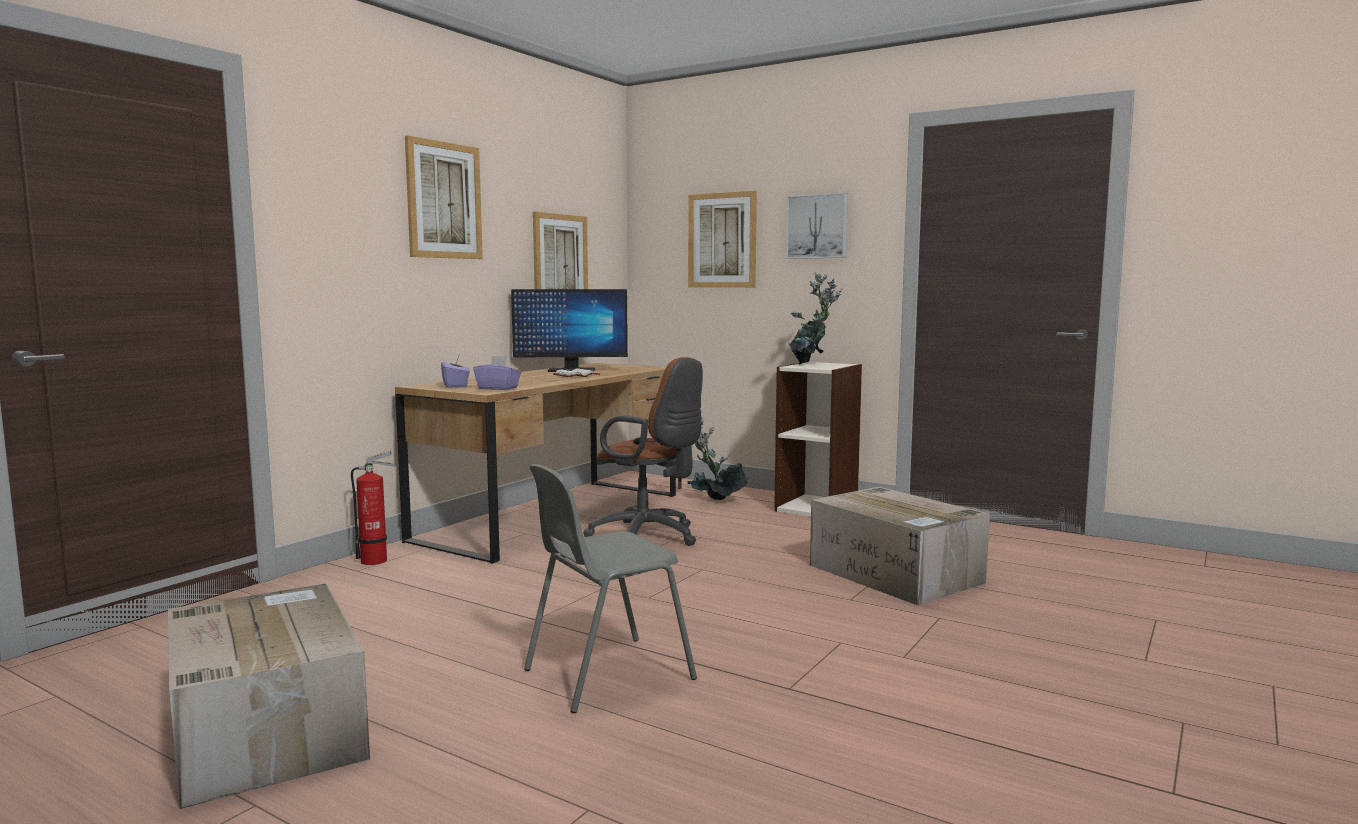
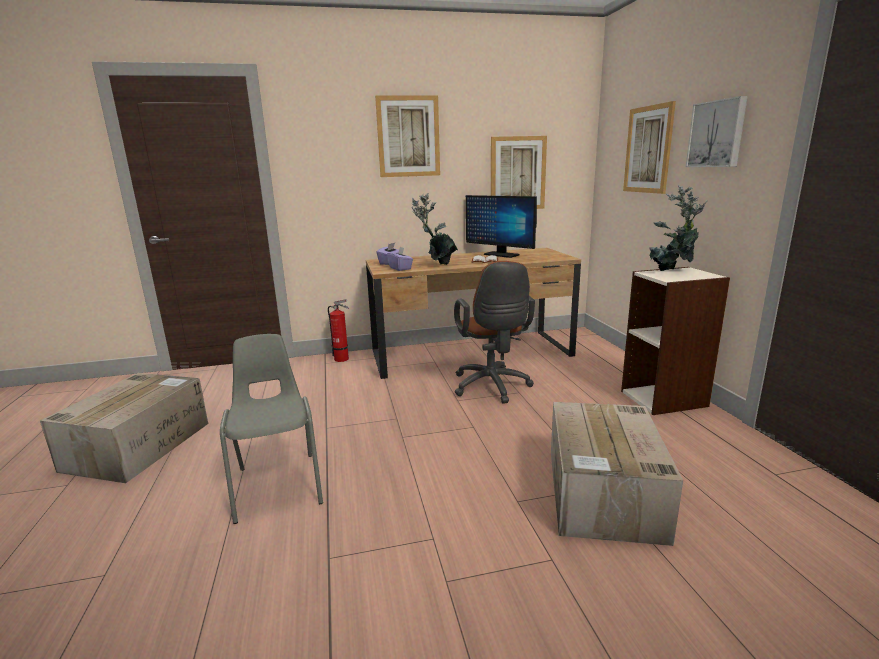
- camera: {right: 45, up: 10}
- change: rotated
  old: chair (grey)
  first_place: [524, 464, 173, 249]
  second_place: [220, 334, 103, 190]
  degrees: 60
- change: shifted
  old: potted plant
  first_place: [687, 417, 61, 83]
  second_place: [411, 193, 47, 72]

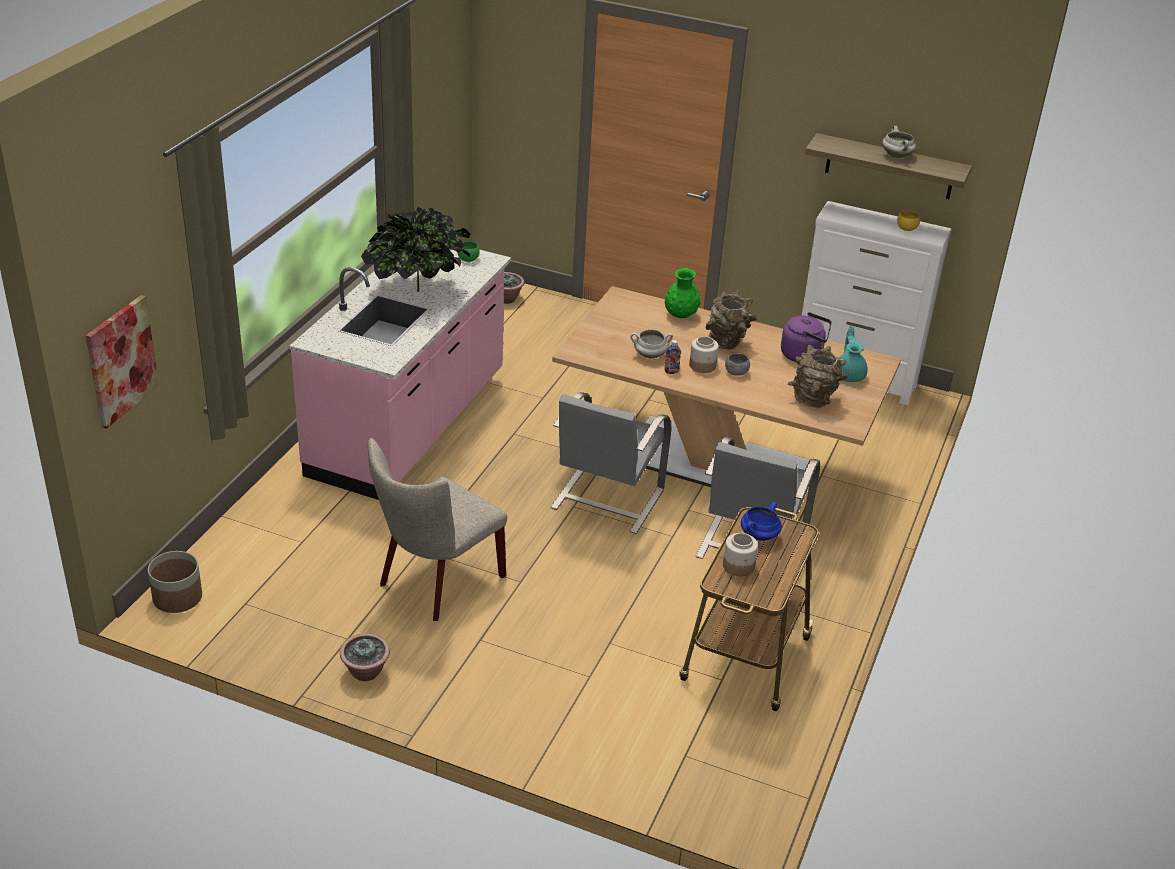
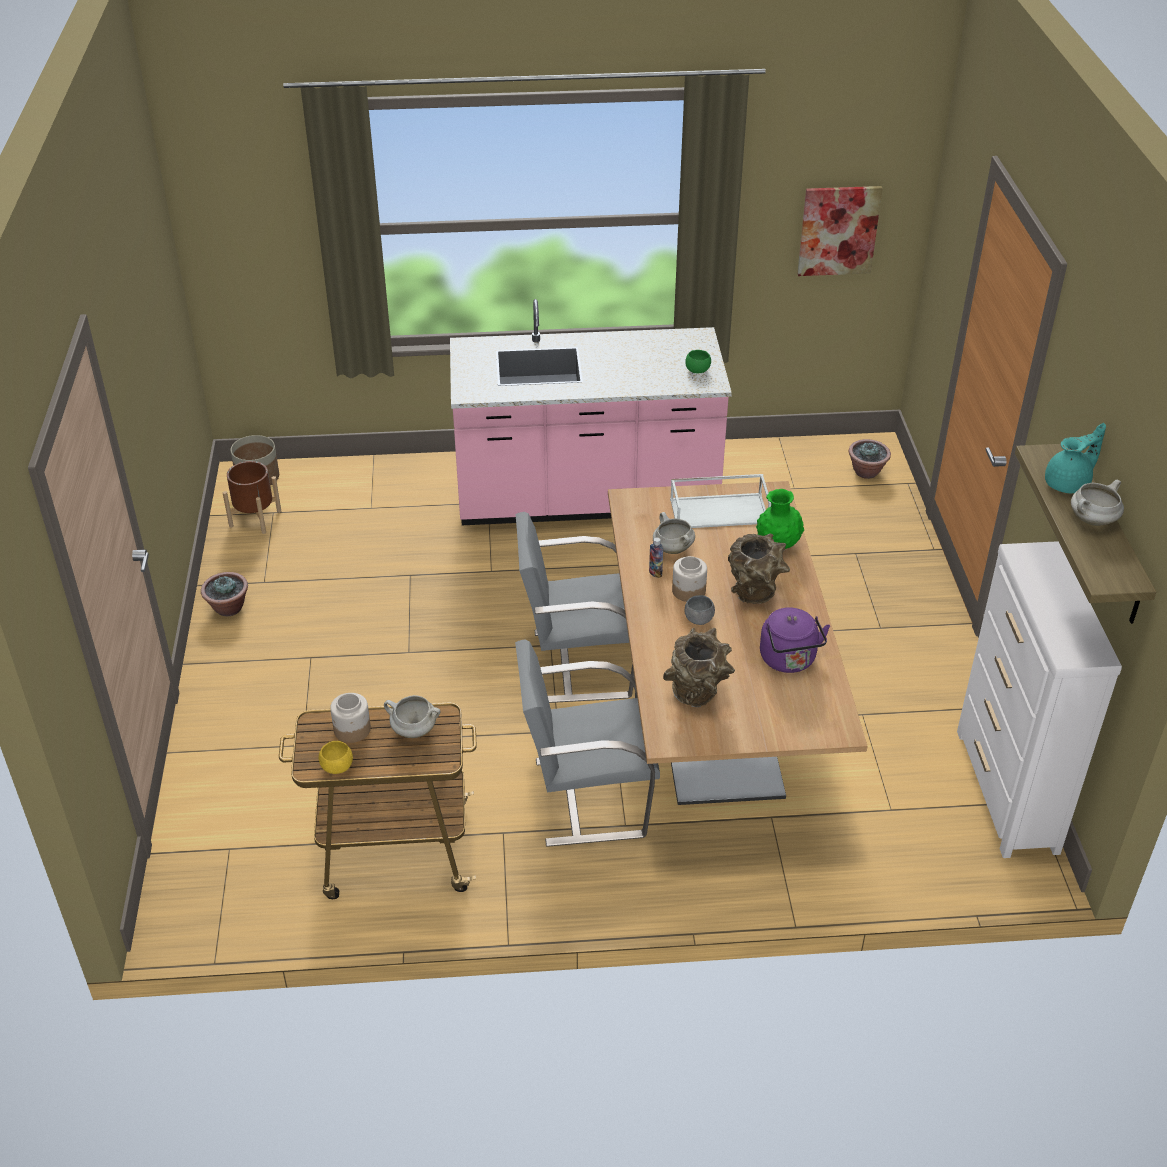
- camera: {right: 65, up: 5}
- change: new
  new: planter (brown)
  second_place: [223, 461, 58, 73]
- change: shifted
  old: bowl (yellow)
  first_place: [897, 210, 23, 21]
  second_place: [319, 741, 34, 33]
- change: repainted
  old: cooking pot (blue)
  new: cooking pot (white)
  first_place: [741, 502, 41, 39]
  second_place: [384, 695, 56, 43]
- change: new
  new: tray (white)
  second_place: [670, 474, 101, 54]
- change: shifted
  old: picture
  first_place: [86, 295, 73, 134]
  second_place: [797, 186, 86, 90]
- change: shifted
  old: teapot (turquoise)
  first_place: [839, 326, 28, 56]
  second_place: [1045, 423, 61, 70]
- change: gone
  old: potted plant
  first_place: [361, 207, 109, 85]
- change: gone
  old: chair (beige)
  first_place: [368, 438, 139, 183]

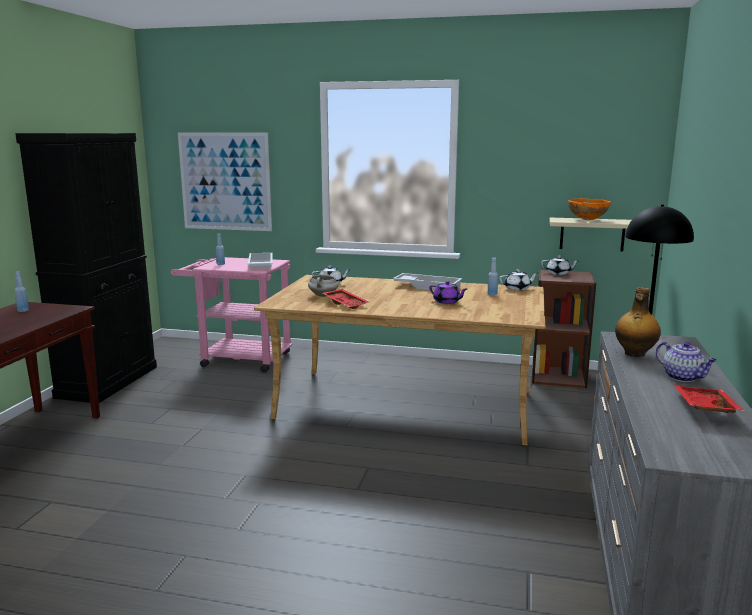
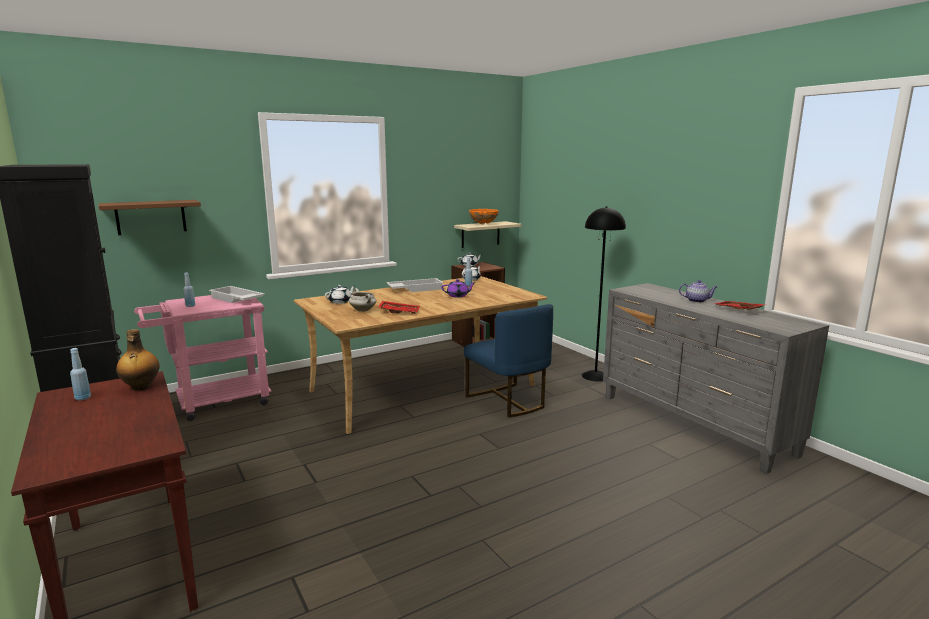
- camera: {right: -45, up: 0}
- change: swapped
  old: picture
  new: shelf (brown)
  first_place: [178, 132, 94, 99]
  second_place: [99, 200, 102, 35]
- change: shifted
  old: bottle
  first_place: [615, 287, 46, 70]
  second_place: [116, 329, 43, 62]
- change: new
  new: chair (blue)
  second_place: [464, 304, 89, 113]

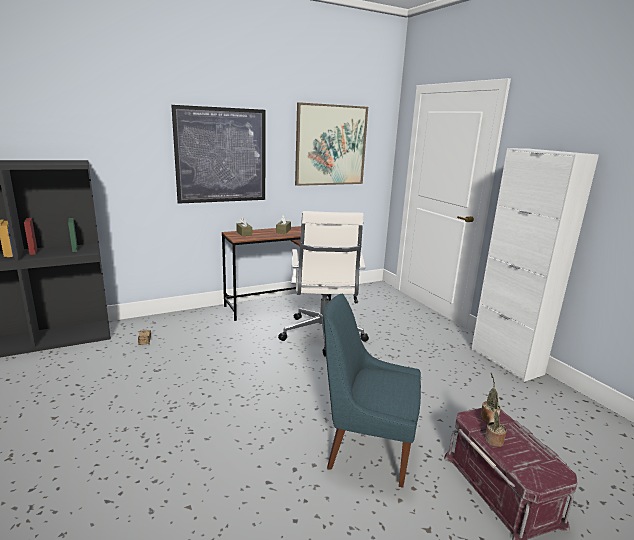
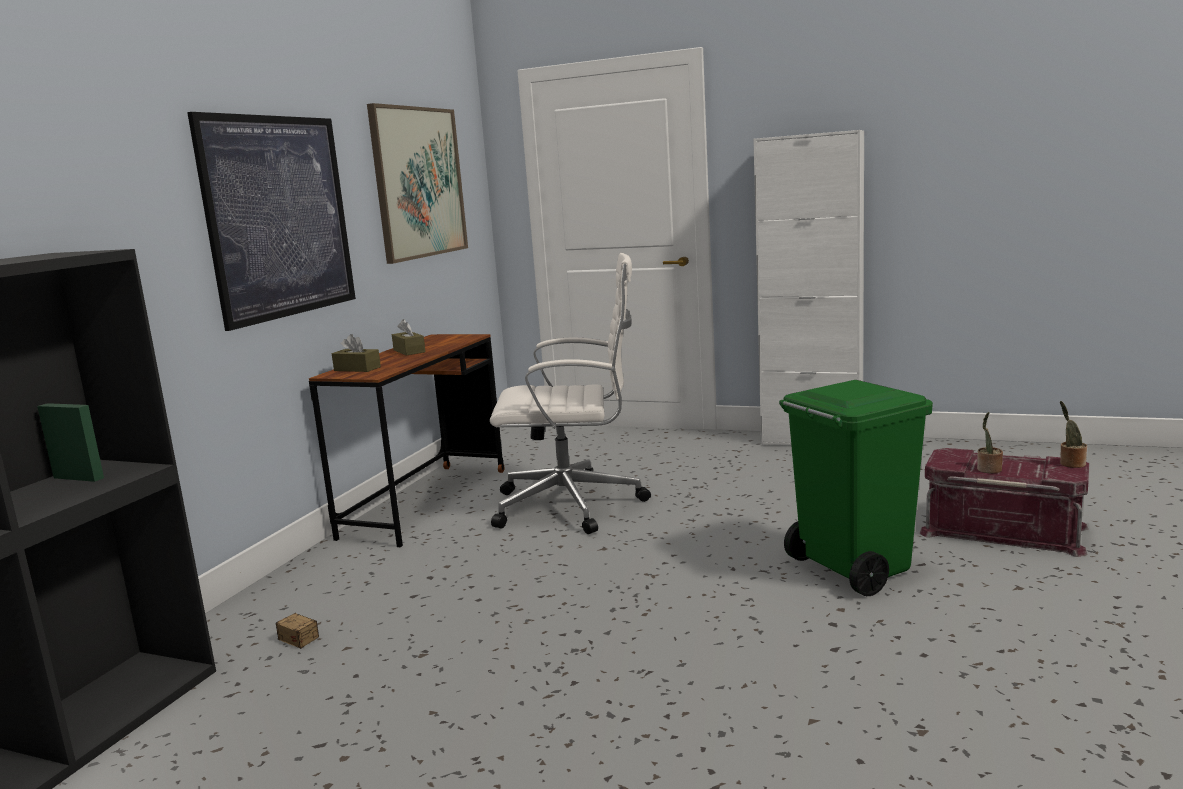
- camera: {right: -40, up: -5}
- change: rotated
  old: office chair (white)
  first_place: [278, 211, 91, 145]
  second_place: [490, 253, 161, 281]
  degrees: -45
- change: swapped
  old: chair (blue)
  new: trash can (green)
  first_place: [323, 294, 98, 194]
  second_place: [779, 380, 154, 216]
- change: shifted
  old: potted plant
  first_place: [480, 373, 21, 50]
  second_place: [1060, 401, 27, 67]

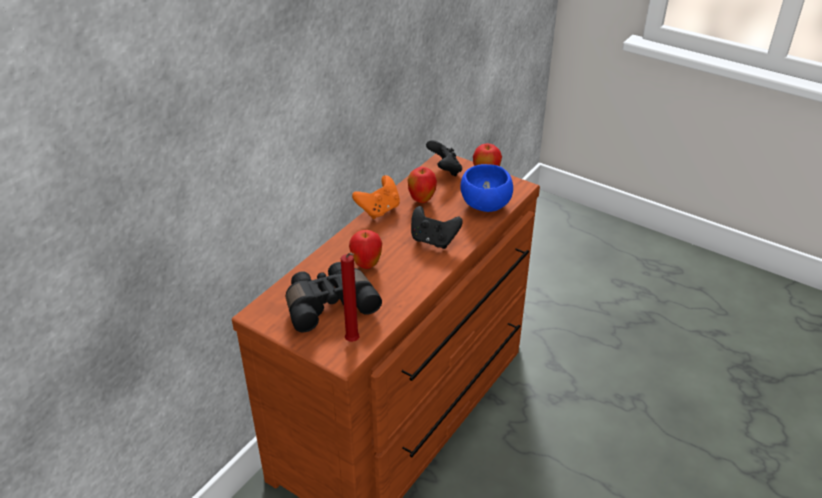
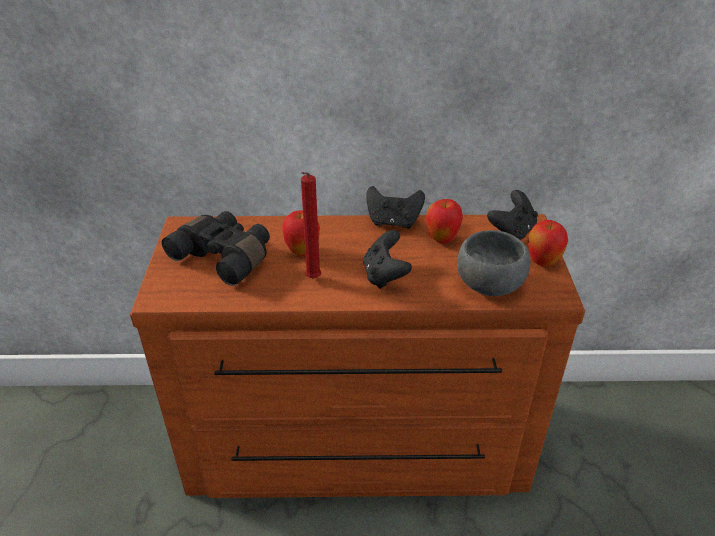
- camera: {right: 55, up: 0}
- change: shifted
  old: candle (red)
  first_place: [341, 253, 19, 89]
  second_place: [301, 172, 20, 107]
- change: repainted
  old: game controller (orange)
  new: game controller (black)
  first_place: [352, 175, 48, 44]
  second_place: [366, 186, 59, 43]
- change: repainted
  old: bowl (blue)
  new: bowl (grey)
  first_place: [460, 164, 53, 48]
  second_place: [457, 230, 73, 66]

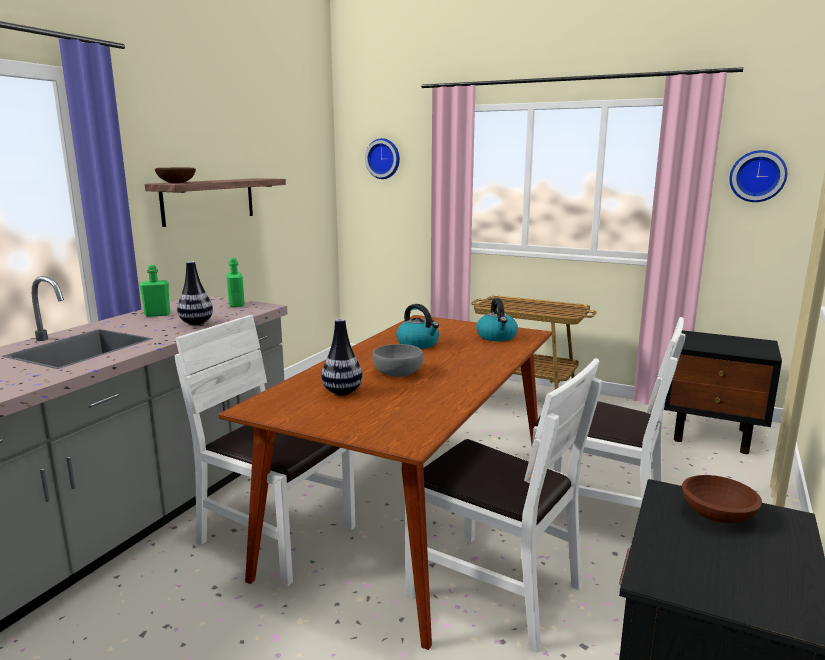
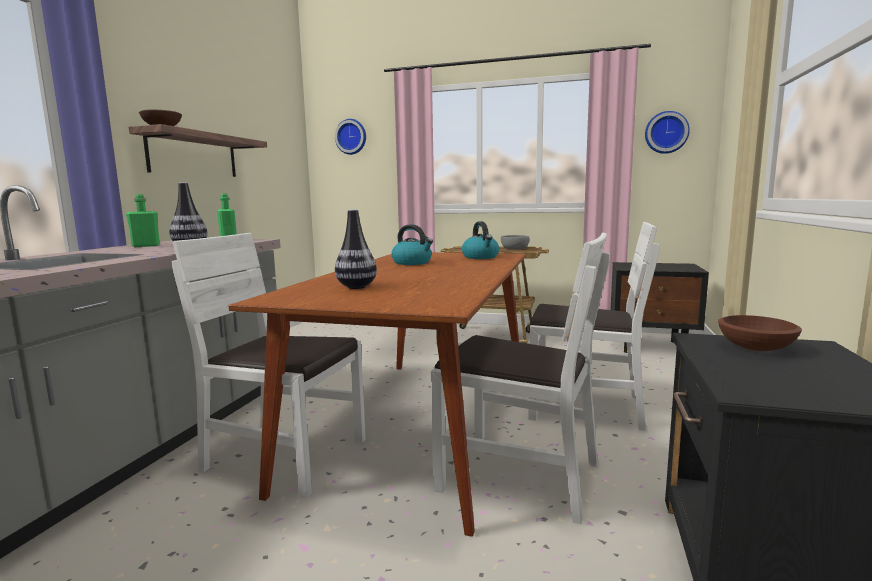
- camera: {right: -10, up: -5}
- change: shifted
  old: bowl (grey)
  first_place: [372, 344, 51, 33]
  second_place: [501, 235, 29, 15]

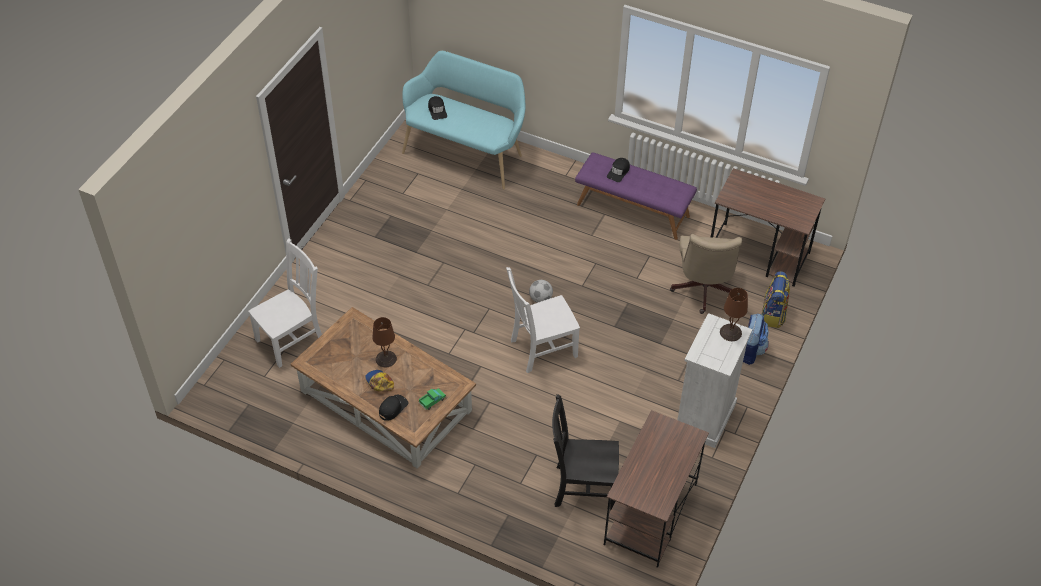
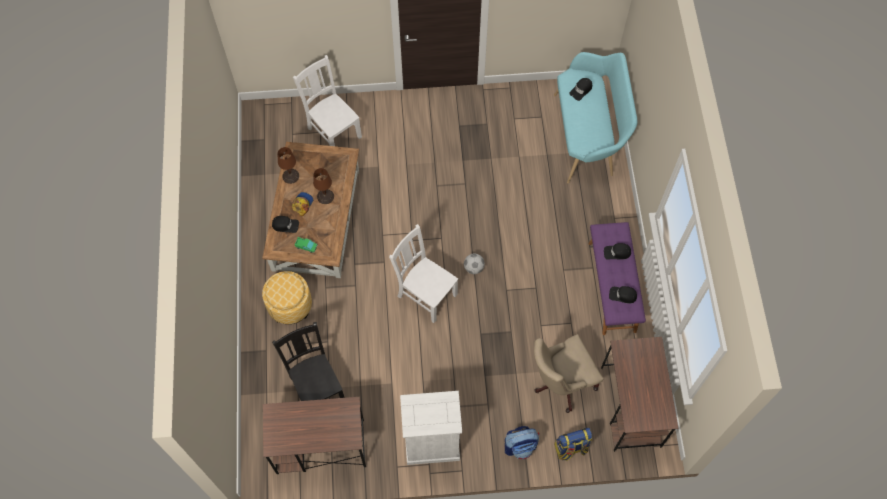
- camera: {right: 60, up: 15}
- change: new
  new: ottoman
  second_place: [262, 271, 50, 53]
- change: shifted
  old: table lamp (brown)
  first_place: [720, 288, 28, 53]
  second_place: [278, 147, 21, 37]
- change: rotated
  old: chair (white)
  first_place: [248, 239, 74, 129]
  second_place: [293, 55, 69, 91]
  degrees: -150
- change: new
  new: cap (black)
  second_place: [609, 286, 28, 18]

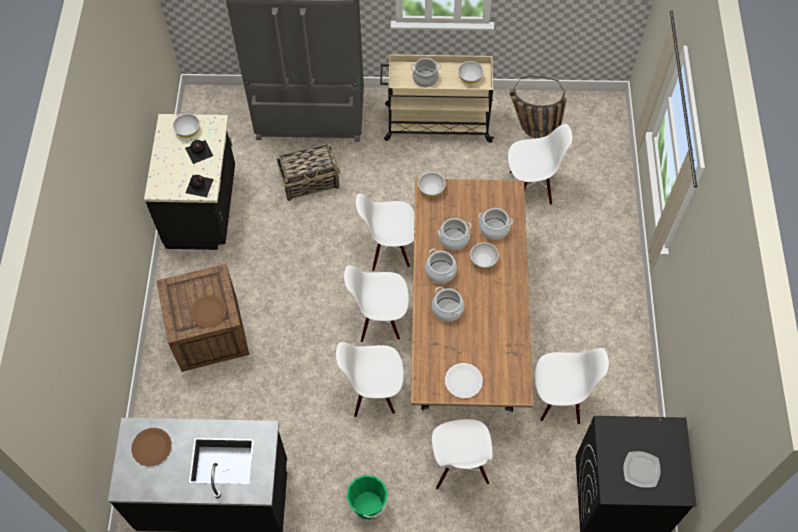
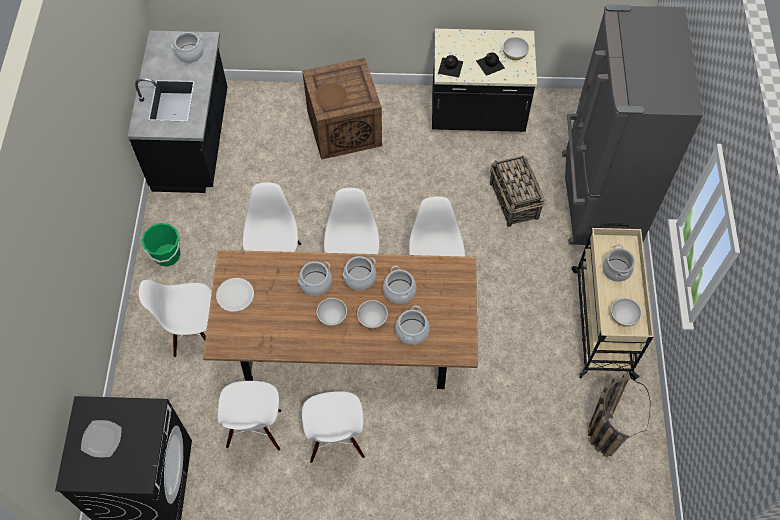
- camera: {right: 90, up: 0}
- change: swapped
  old: plate (brown)
  new: cooking pot
  first_place: [131, 428, 41, 38]
  second_place: [171, 32, 33, 31]
- change: shifted
  old: chair (white)
  first_place: [508, 124, 65, 81]
  second_place: [302, 391, 63, 72]
- change: shifted
  old: bowl (white)
  first_place: [418, 172, 27, 25]
  second_place: [317, 298, 30, 29]

